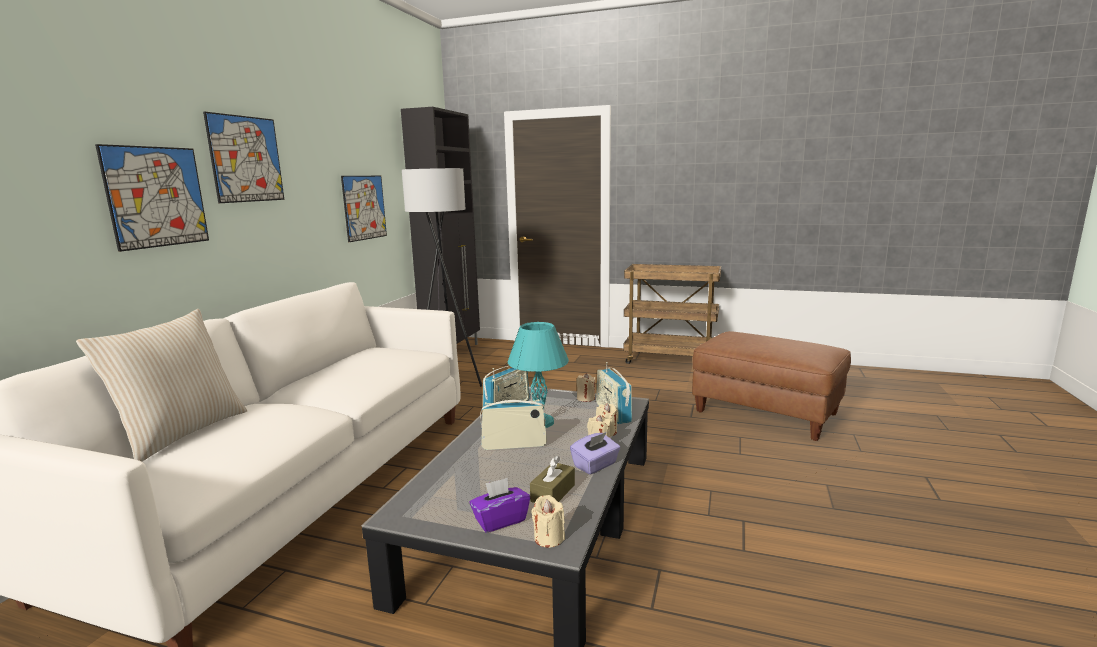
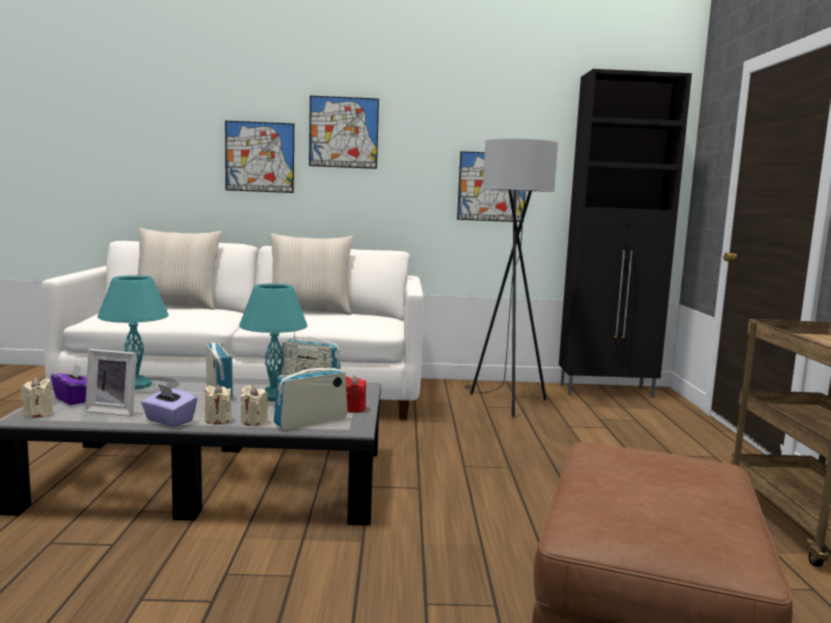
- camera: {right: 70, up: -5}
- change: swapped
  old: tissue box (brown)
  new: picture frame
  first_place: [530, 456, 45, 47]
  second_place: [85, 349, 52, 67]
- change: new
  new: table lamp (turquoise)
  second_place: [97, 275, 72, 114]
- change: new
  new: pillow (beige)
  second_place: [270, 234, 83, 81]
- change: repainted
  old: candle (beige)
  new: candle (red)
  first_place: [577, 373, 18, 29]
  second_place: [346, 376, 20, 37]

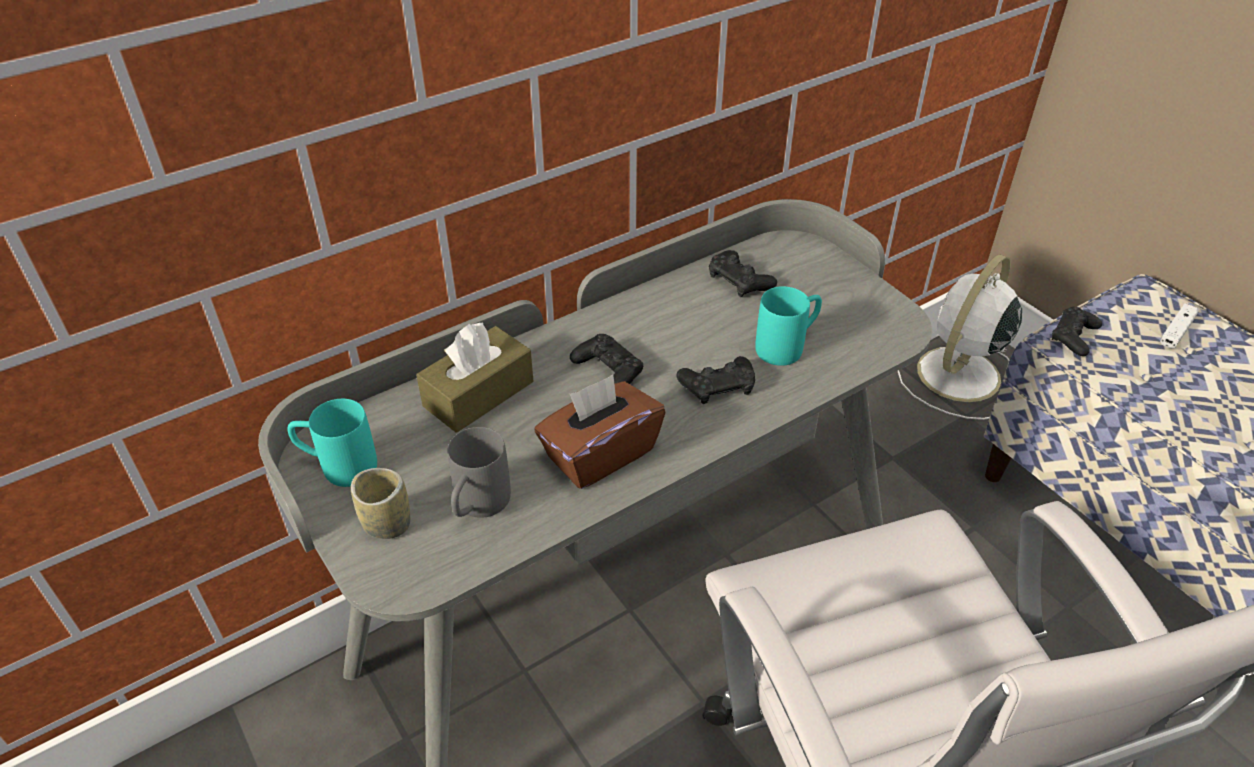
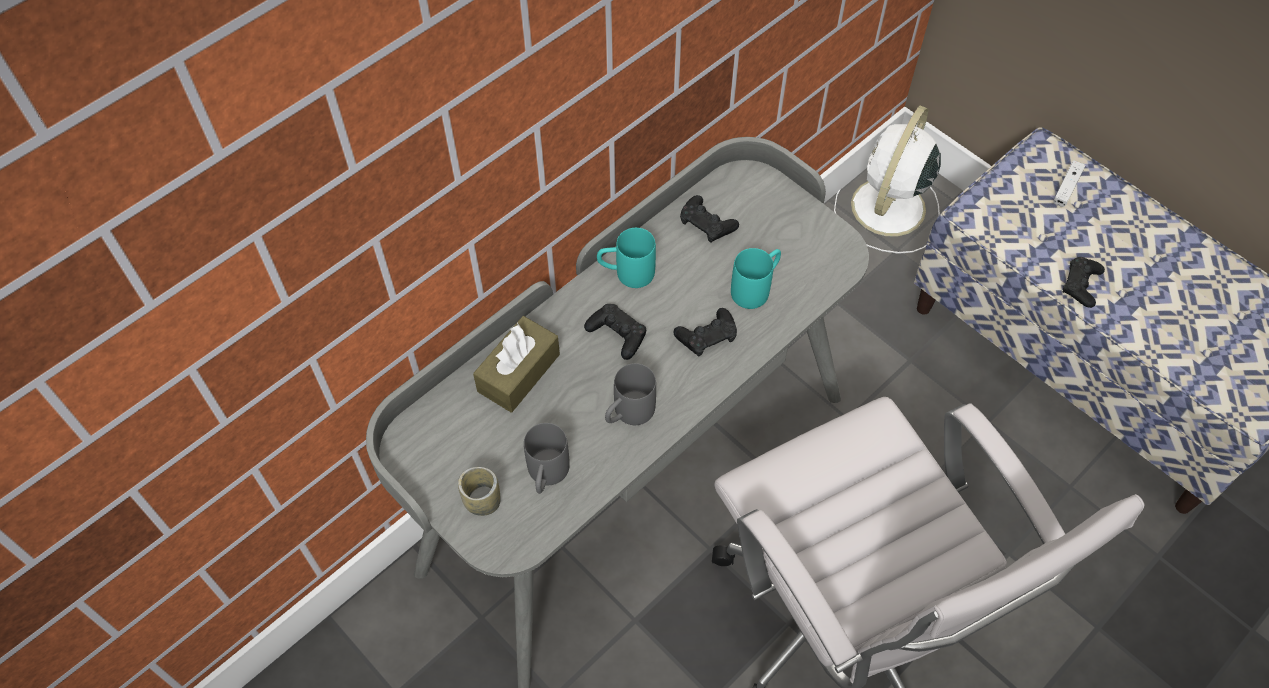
- camera: {right: -10, up: 15}
- change: shifted
  old: mug (turquoise)
  first_place: [287, 399, 90, 88]
  second_place: [597, 228, 59, 60]
- change: swapped
  old: tissue box (brown)
  new: mug (grey)
  first_place: [534, 375, 132, 114]
  second_place: [605, 363, 51, 62]
- change: shifted
  old: game controller (black)
  first_place: [1052, 307, 50, 49]
  second_place: [1063, 257, 42, 51]

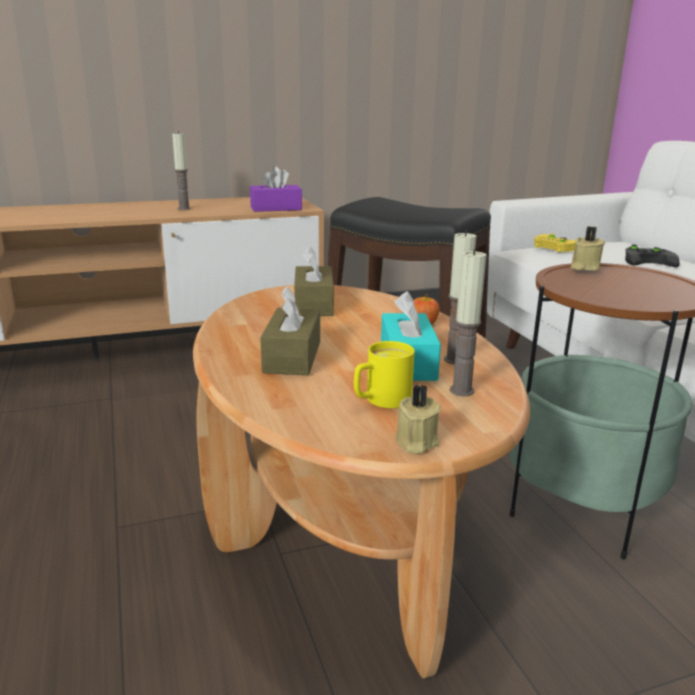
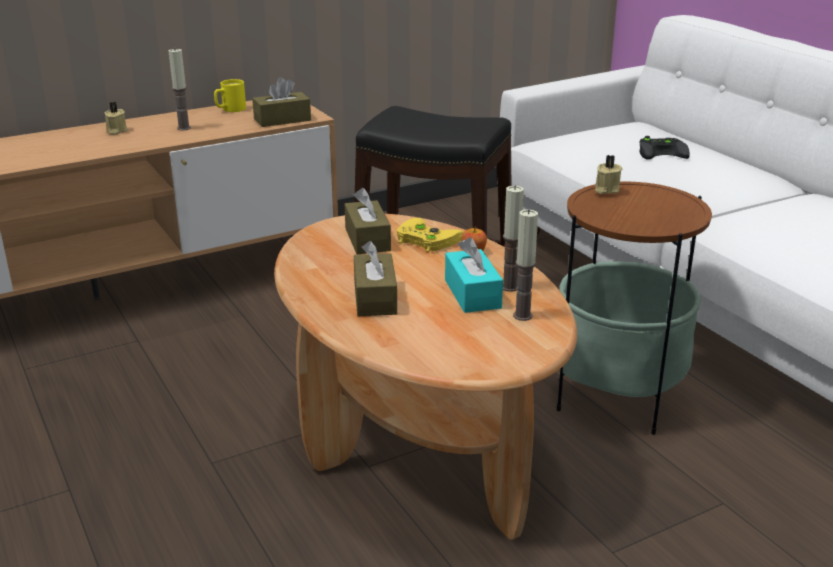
- camera: {right: -10, up: 5}
- change: shifted
  old: candle (beige)
  first_place: [394, 385, 47, 69]
  second_place: [105, 102, 22, 33]
- change: shifted
  old: mug (yellow)
  first_place: [354, 341, 61, 67]
  second_place: [214, 79, 32, 33]
- change: repainted
  old: tissue box (purple)
  new: tissue box (brown)
  first_place: [250, 166, 52, 46]
  second_place: [252, 77, 59, 50]
- change: shifted
  old: game controller (yellow)
  first_place: [534, 233, 42, 19]
  second_place: [397, 218, 66, 34]

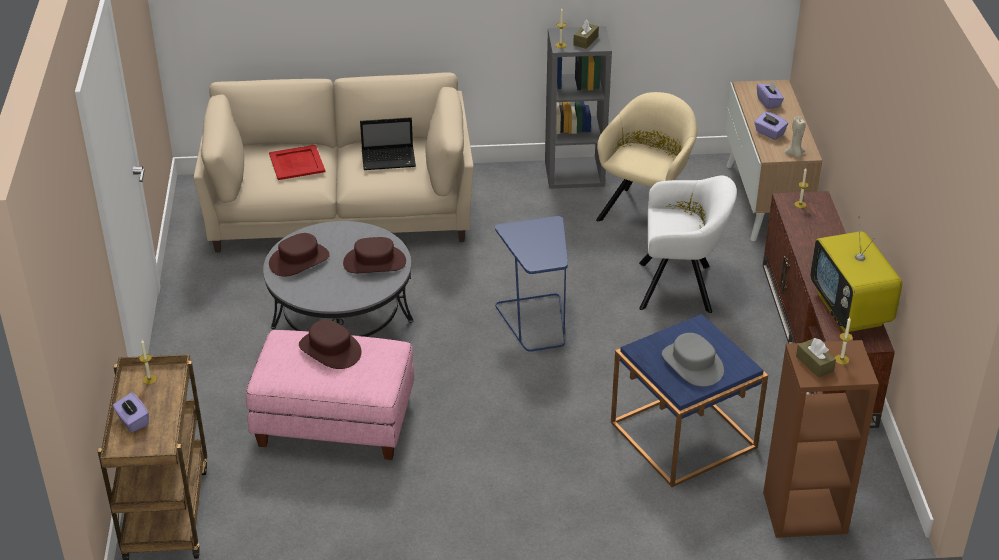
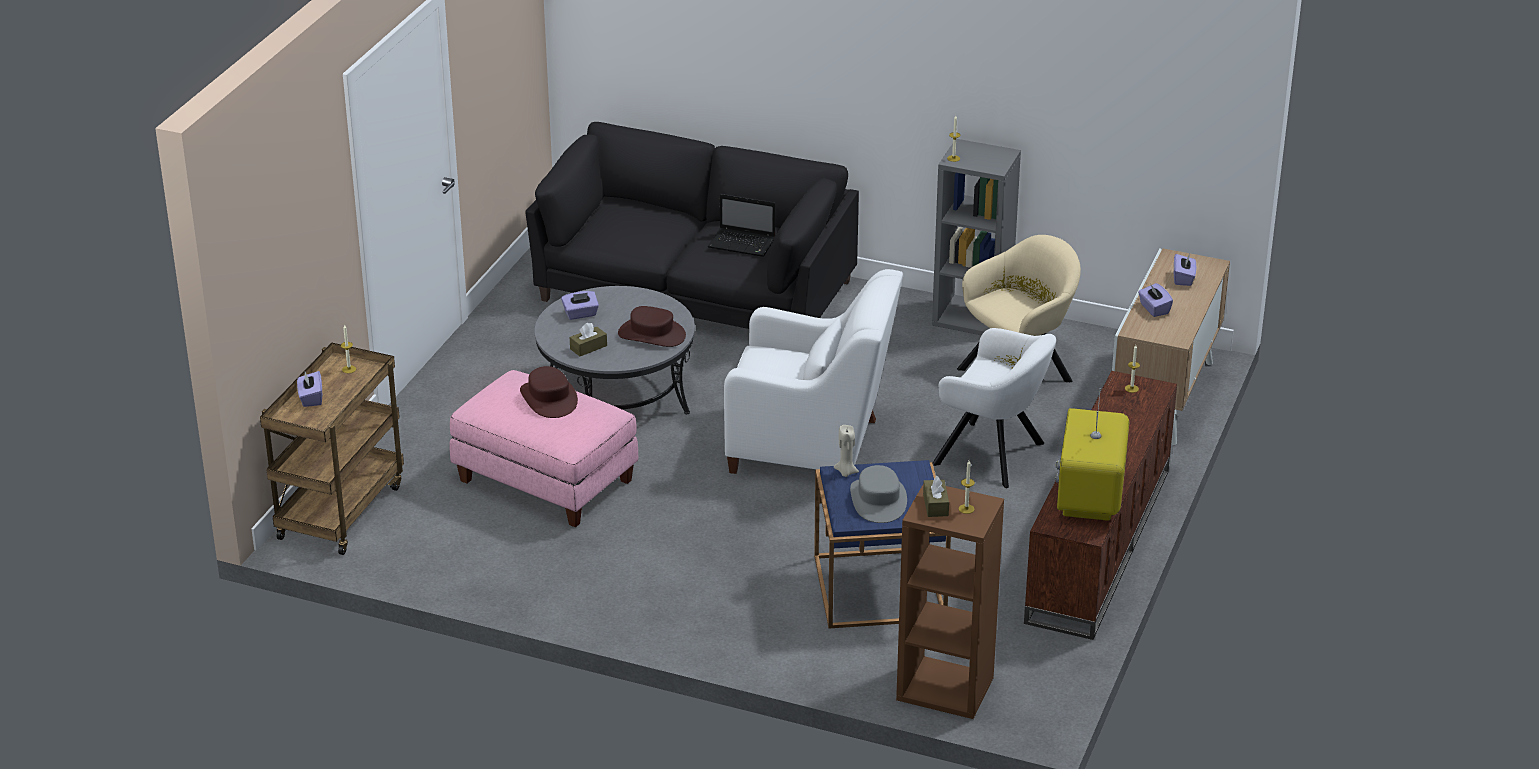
- camera: {right: 25, up: -5}
- change: repainted
  old: sofa (beige)
  new: sofa (black)
  first_place: [194, 72, 280, 181]
  second_place: [525, 122, 334, 207]
- change: swapped
  old: hat (brown)
  new: tissue box (purple)
  first_place: [269, 233, 61, 44]
  second_place: [561, 291, 38, 29]
- change: shifted
  old: tissue box (brown)
  first_place: [573, 20, 26, 29]
  second_place: [570, 322, 37, 34]
- change: swapped
  old: side table (blue)
  new: armchair (white)
  first_place: [495, 216, 73, 136]
  second_place: [724, 269, 179, 205]
- change: shifted
  old: candle (beige)
  first_place: [785, 116, 21, 42]
  second_place: [834, 425, 25, 52]
- change: gone
  old: tray (red)
  first_place: [269, 145, 56, 35]

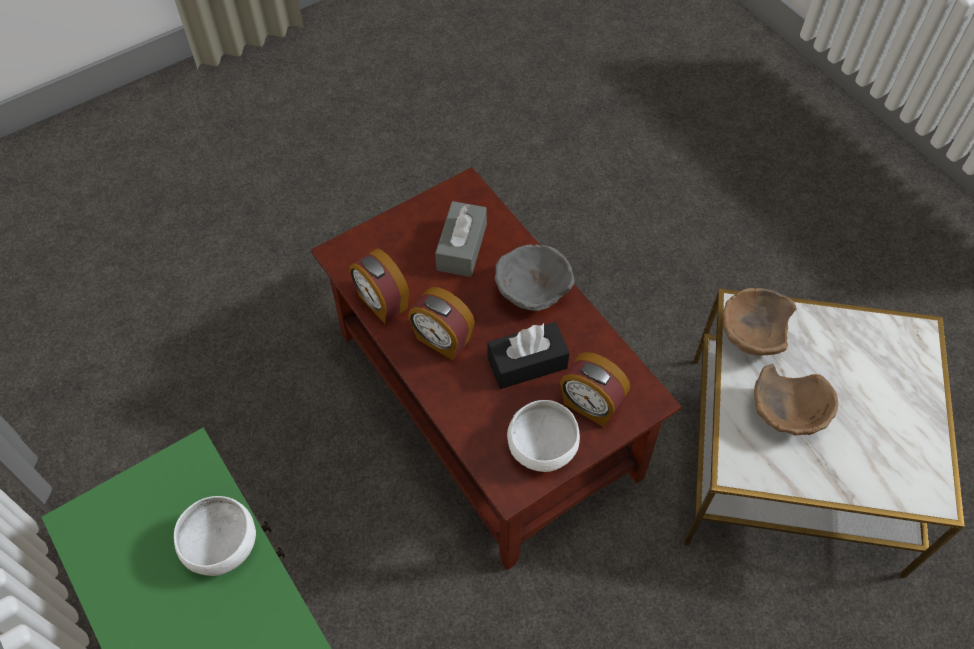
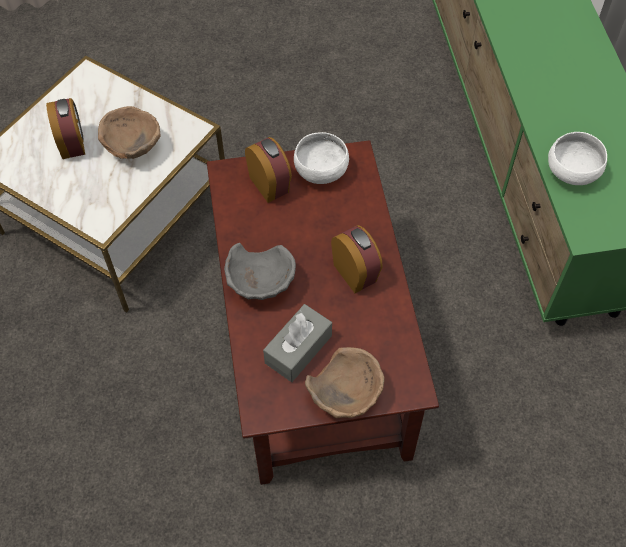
- camera: {right: -155, up: 0}
- change: shifted
  old: alarm clock
  first_place: [350, 248, 59, 76]
  second_place: [46, 98, 39, 61]
- change: shifted
  old: bowl (brown)
  first_place: [722, 288, 75, 68]
  second_place: [305, 347, 80, 71]
- change: gone
  old: tissue box (black)
  first_place: [487, 322, 83, 67]

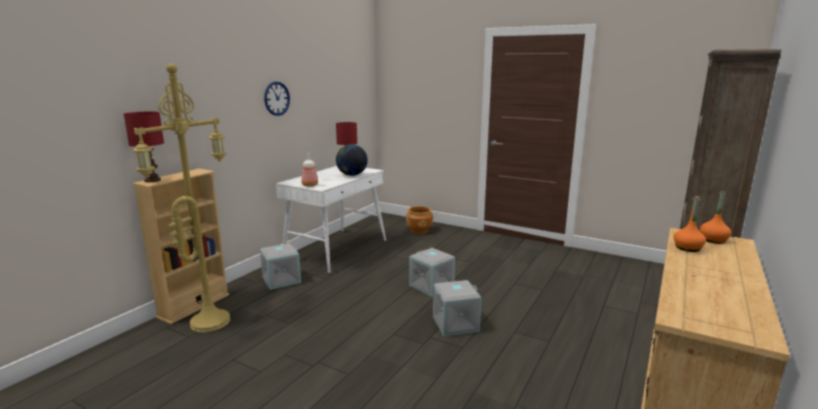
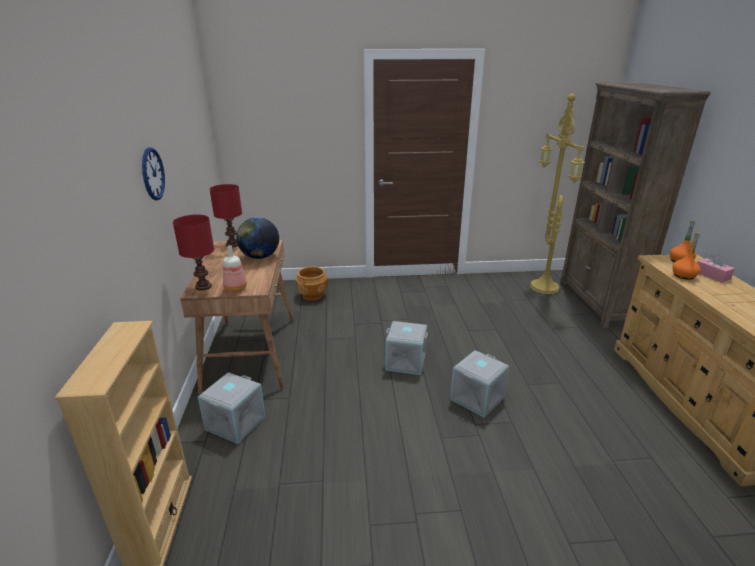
- camera: {right: -35, up: 10}
- change: shifted
  old: table lamp (red)
  first_place: [124, 112, 40, 70]
  second_place: [173, 215, 41, 76]
- change: repainted
  old: desk (white)
  new: desk (brown)
  first_place: [276, 166, 110, 107]
  second_place: [180, 239, 113, 155]
- change: shifted
  old: floor lamp (yellow)
  first_place: [133, 63, 97, 270]
  second_place: [530, 94, 55, 201]
- change: new
  new: tissue box (pink)
  second_place: [697, 254, 38, 28]

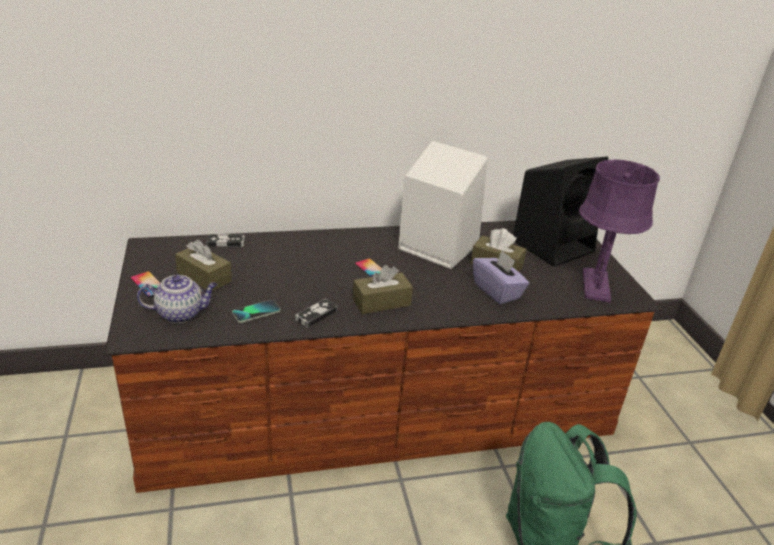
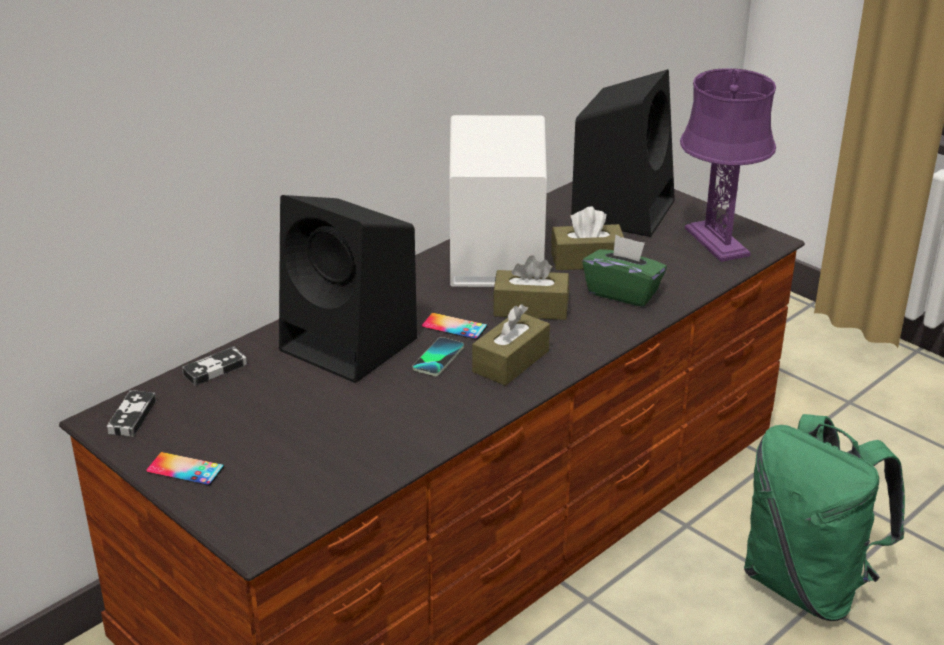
- camera: {right: -30, up: 0}
- change: shifted
  old: game controller
  first_place: [295, 299, 42, 29]
  second_place: [107, 390, 49, 47]
- change: new
  new: speaker (black)
  second_place: [279, 195, 138, 188]
- change: shifted
  old: phone
  first_place: [232, 300, 48, 23]
  second_place: [412, 337, 52, 39]
- change: shifted
  old: tissue box (brown)
  first_place: [175, 239, 57, 52]
  second_place: [493, 255, 76, 65]
- change: repainted
  old: tissue box (purple)
  new: tissue box (green)
  first_place: [473, 250, 56, 54]
  second_place: [582, 235, 85, 72]
- change: gone
  old: teapot
  first_place: [137, 275, 81, 48]

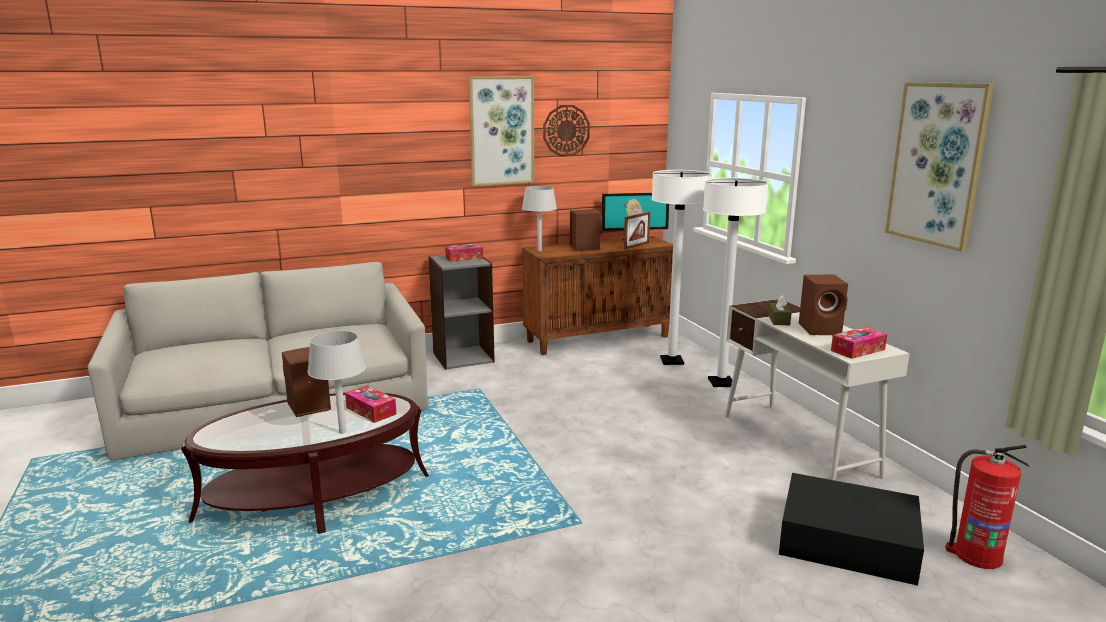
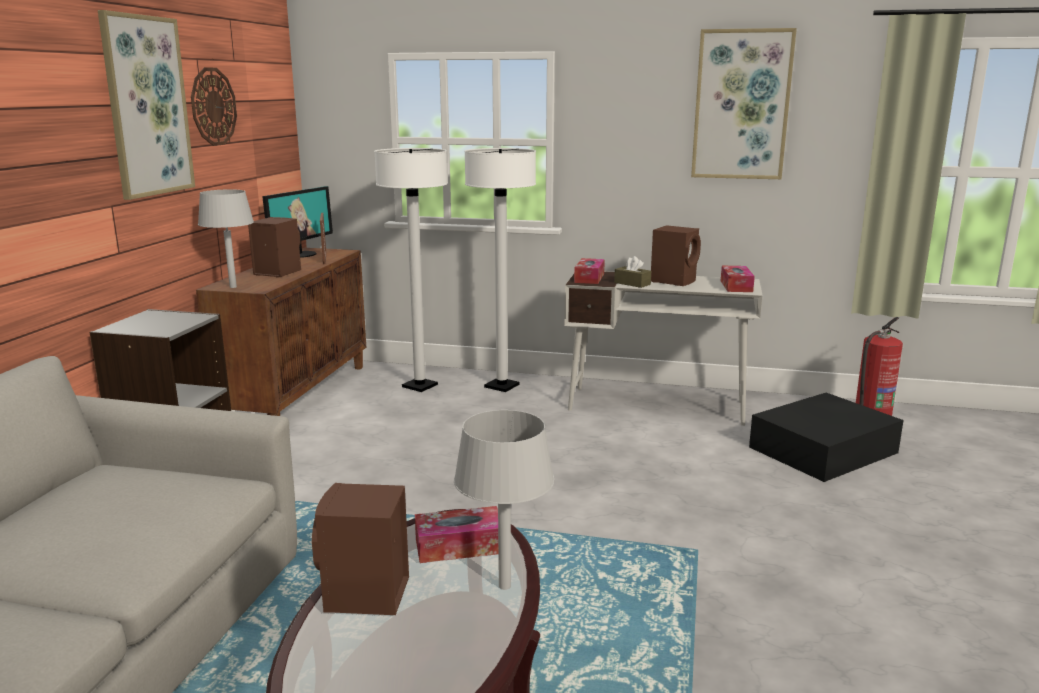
- camera: {right: -55, up: 0}
- change: shifted
  old: tissue box
  first_place: [445, 244, 38, 18]
  second_place: [574, 258, 31, 26]

